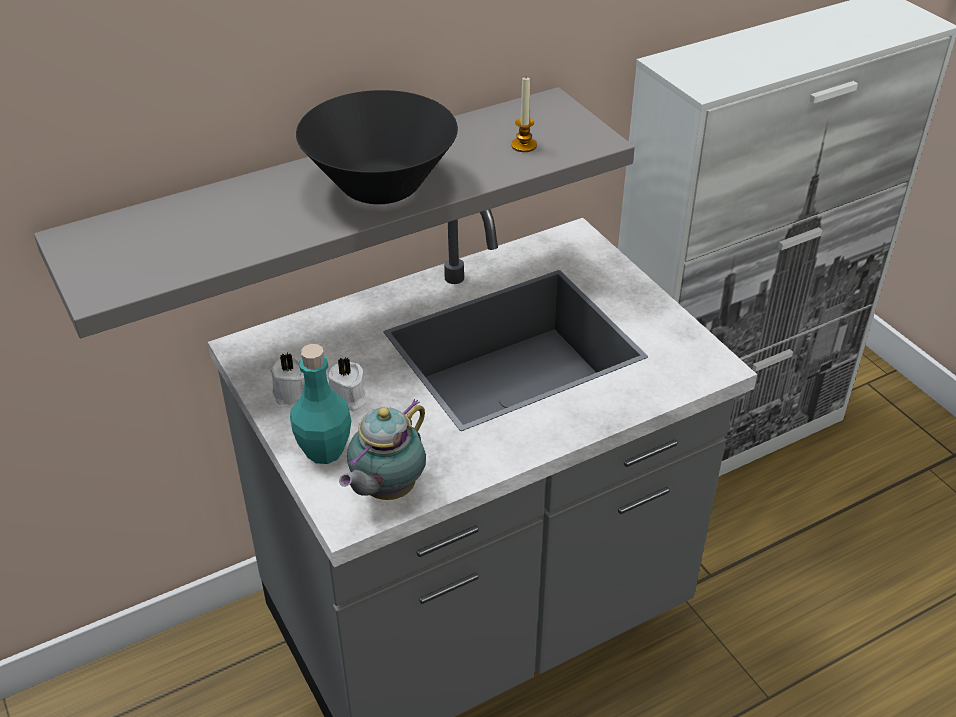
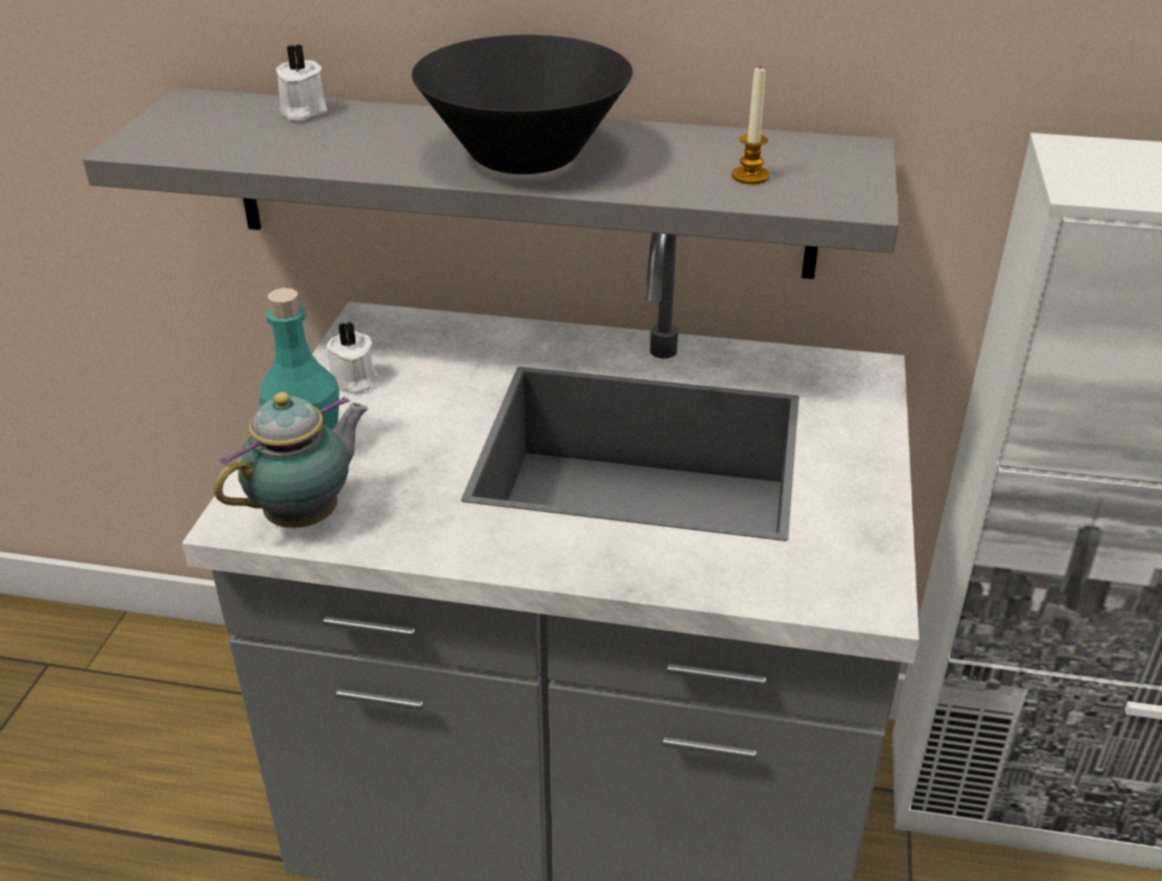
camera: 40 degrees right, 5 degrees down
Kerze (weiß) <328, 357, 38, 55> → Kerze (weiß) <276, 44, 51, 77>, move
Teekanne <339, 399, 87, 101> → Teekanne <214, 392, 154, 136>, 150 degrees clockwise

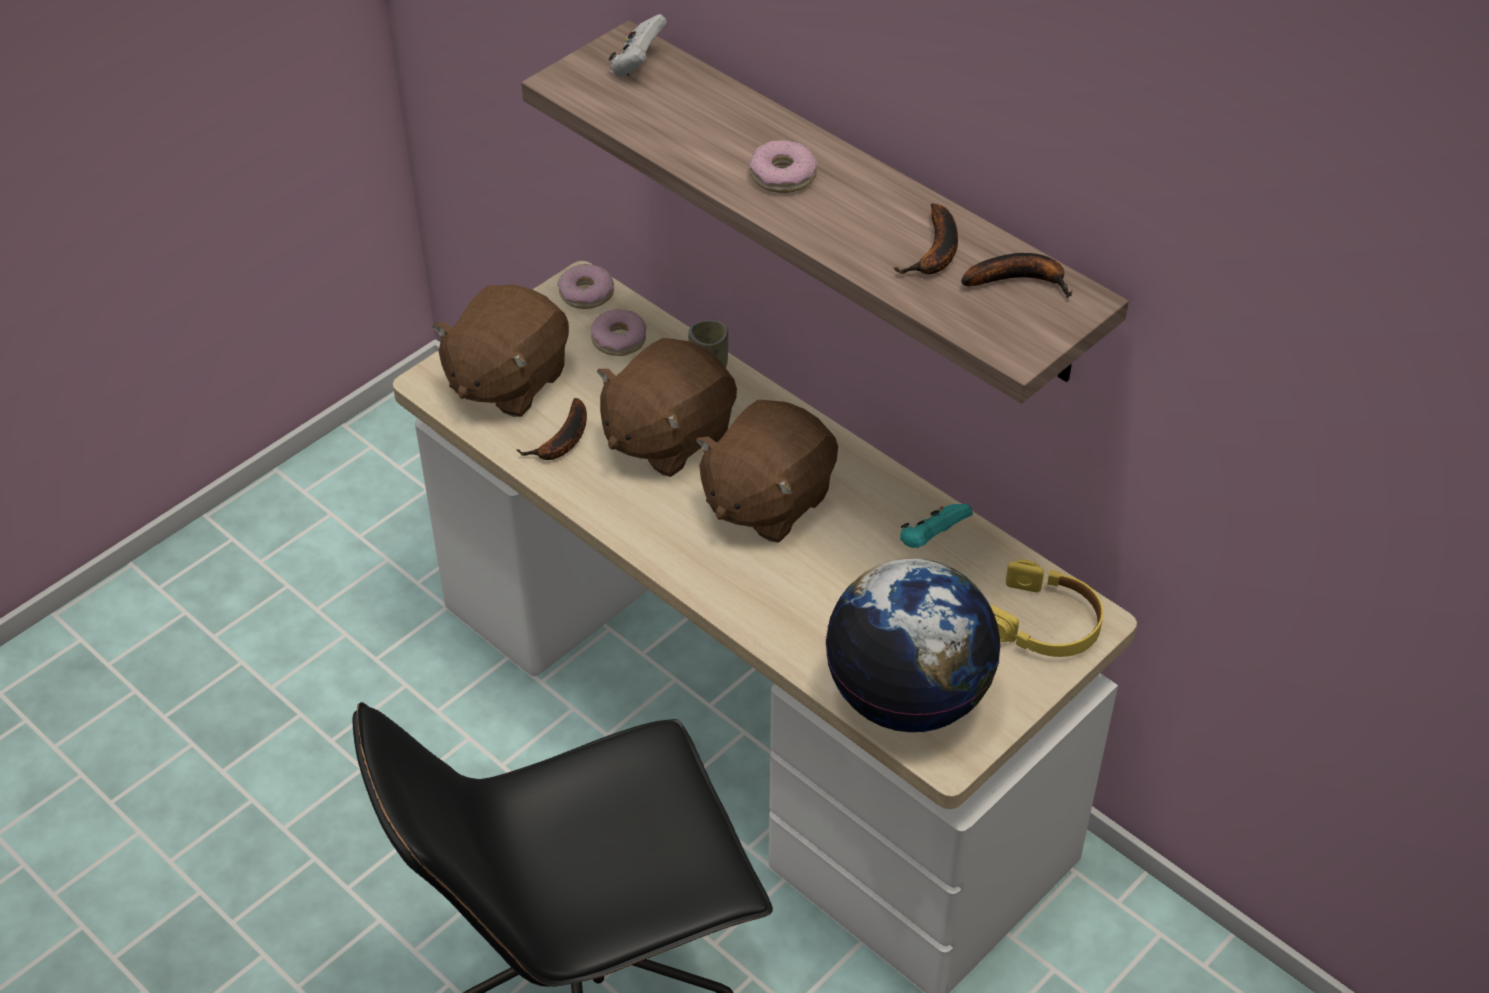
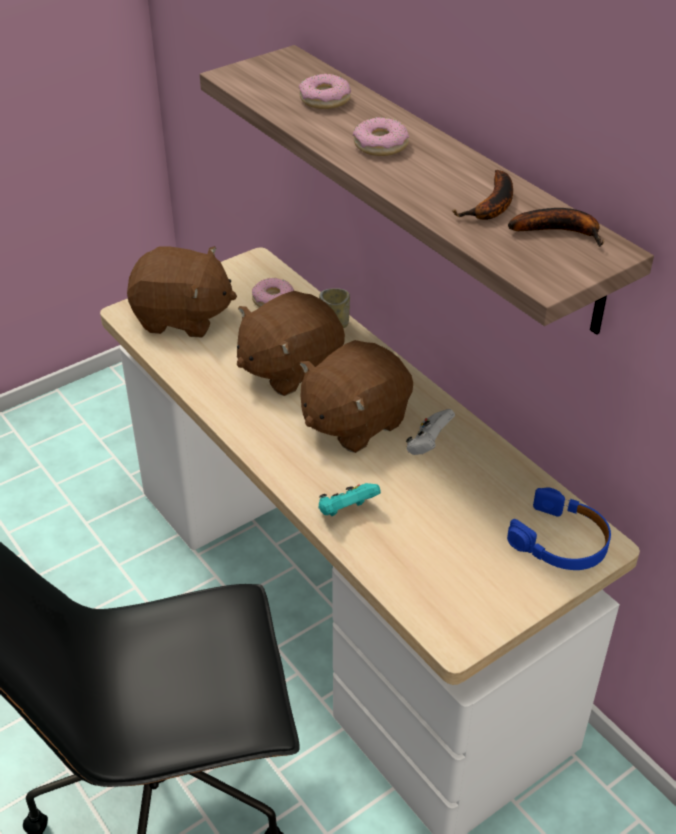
camera: 10 degrees right, 5 degrees down
Plüschtier (braun) <432, 284, 137, 133> → Plüschtier (braun) <127, 246, 110, 92>, 120 degrees counterclockwise
Banane <517, 398, 70, 62> → -
Donut <557, 264, 57, 45> → Donut <299, 74, 52, 35>, move
Gamepad (weiß) <609, 14, 58, 63> → Gamepad (weiß) <406, 409, 49, 46>, move
Globus <825, 558, 176, 174> → -
Gamepad (türkis) <900, 504, 73, 44> → Gamepad (türkis) <318, 483, 63, 33>, move
Kopfhörer (gelb) <990, 560, 114, 97> → Kopfhörer (blau) <507, 487, 104, 83>

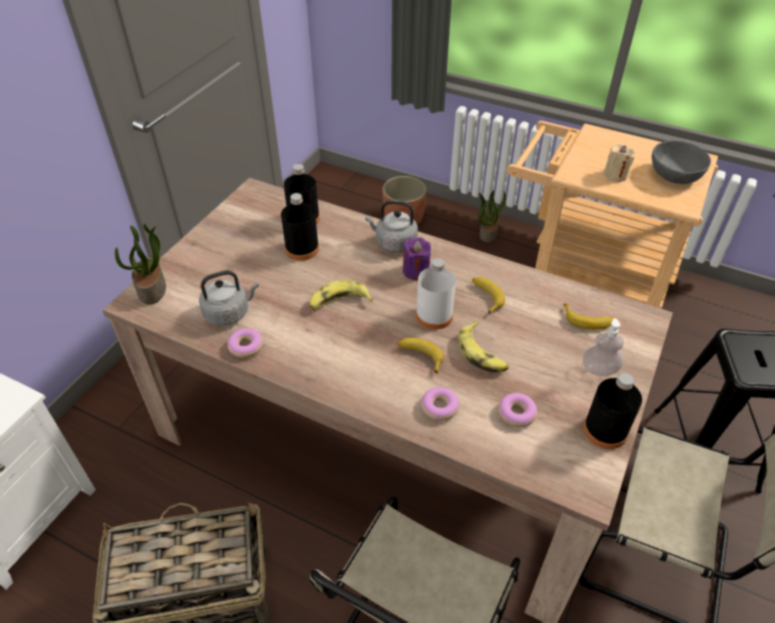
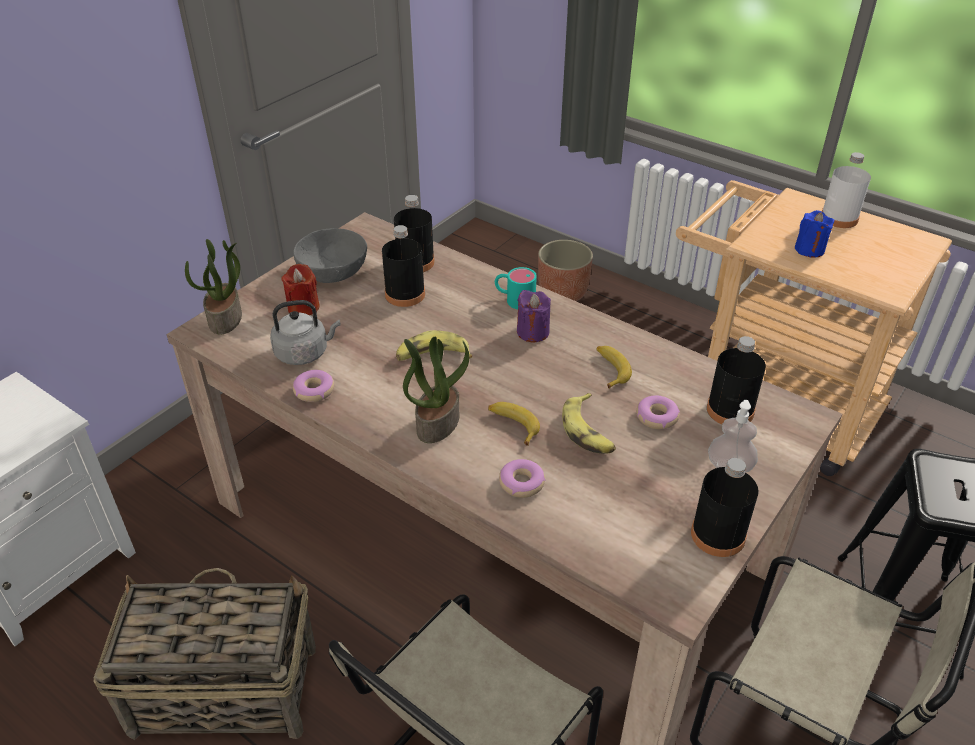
camera: 10 degrees right, 5 degrees down
Wasserkessel (grau) <365, 200, 53, 53> → Henkelbecher (türkis) <495, 267, 42, 42>
Flasche (weiß) <416, 258, 40, 72> → Flasche (weiß) <822, 152, 49, 76>, move
Topfpflanze <478, 190, 28, 53> → Topfpflanze <403, 337, 66, 106>, move
Donut <498, 393, 39, 34> → Donut <636, 395, 44, 34>, move
Banane <563, 304, 51, 25> → Flasche (schwarz) <707, 336, 59, 88>
Kerze (beige) <604, 144, 31, 38> → Kerze (blau) <795, 210, 39, 47>
Schüssel (grau) <652, 141, 59, 43> → Schüssel (grau) <293, 228, 74, 55>, move
- → Kerze (rot) <281, 264, 39, 51>

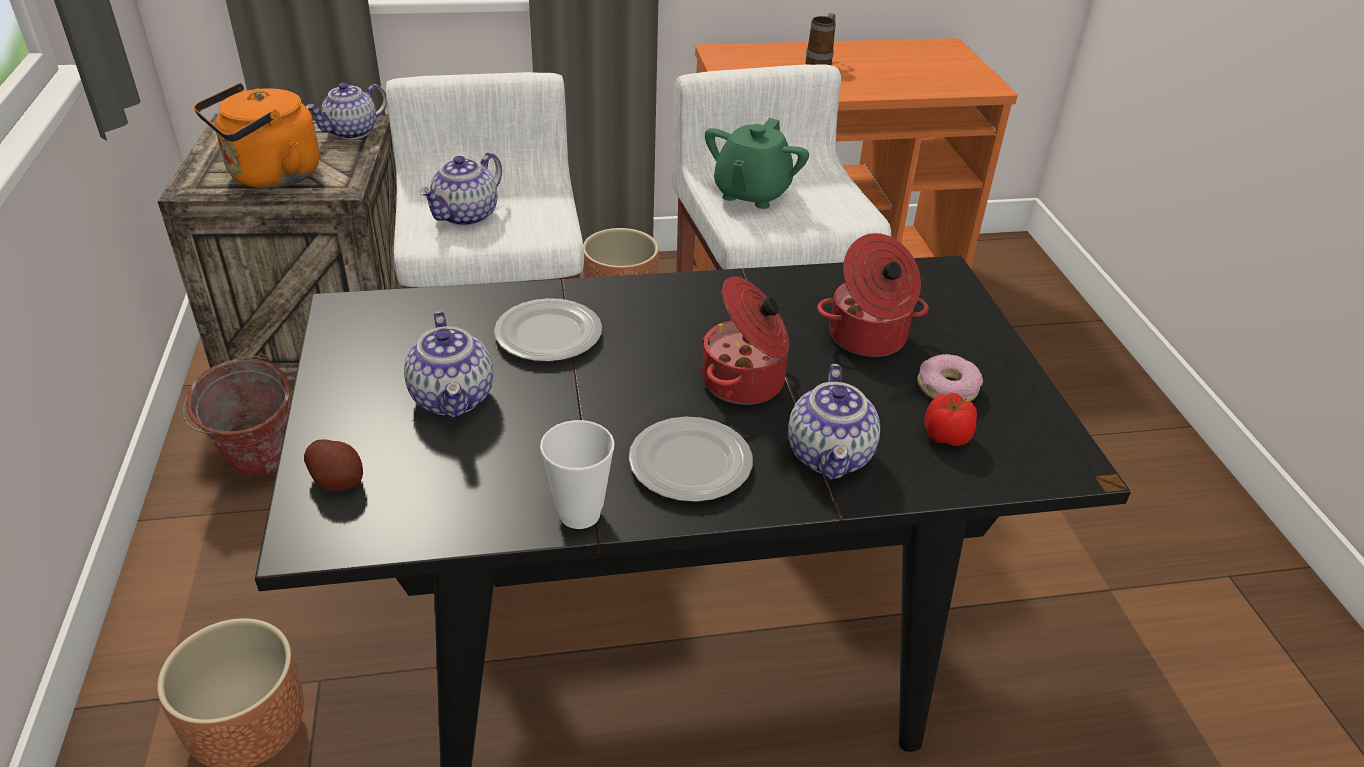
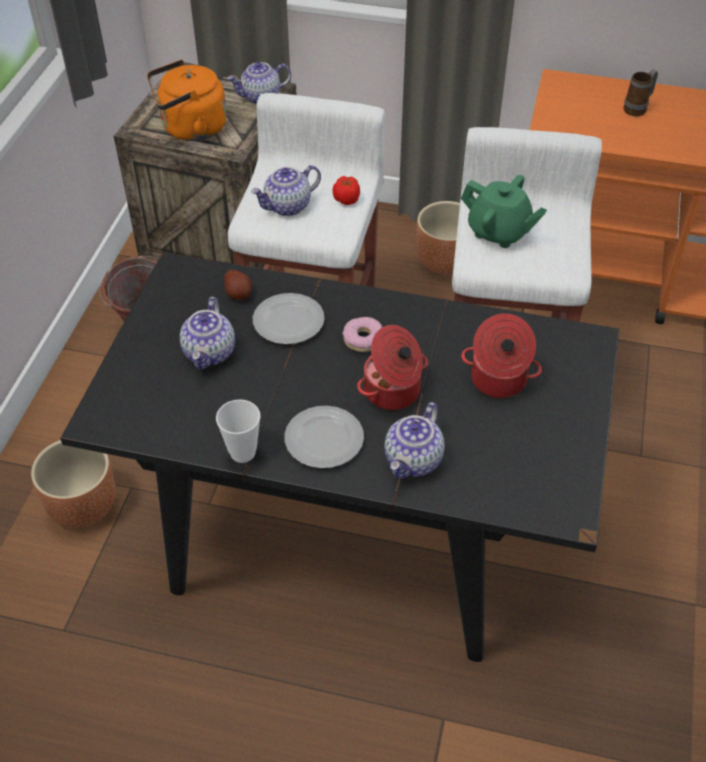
camera: 25 degrees right, 10 degrees up
Kartoffel <304, 439, 59, 53> → Kartoffel <224, 270, 28, 30>, move
Teekanne (grün) <705, 118, 104, 91> → Teekanne (grün) <461, 175, 86, 73>, 105 degrees counterclockwise
Donut <917, 354, 66, 48> → Donut <343, 317, 40, 35>, move
Tomate <924, 392, 53, 54> → Tomate <333, 176, 27, 29>, move

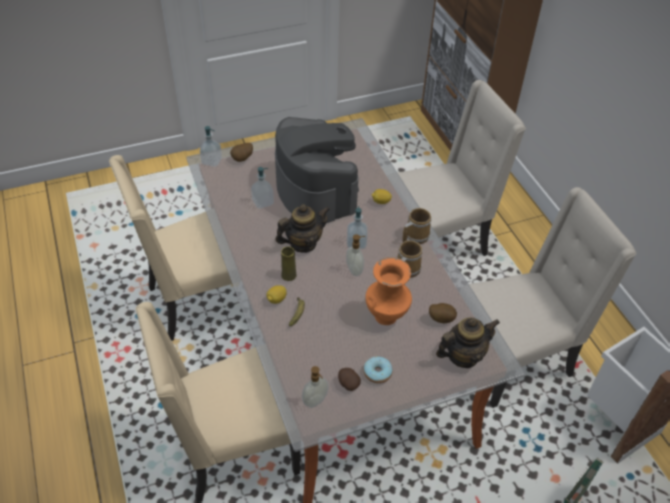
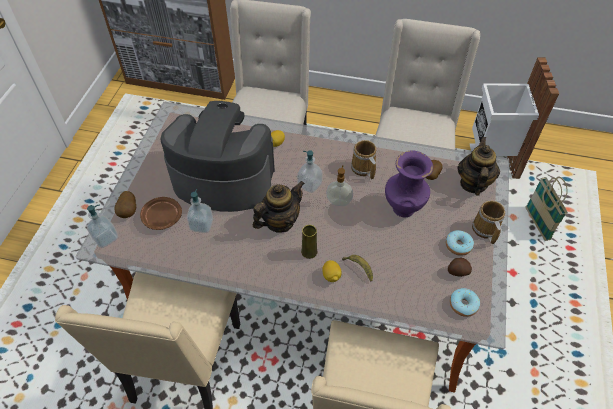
camera: 55 degrees left, 5 degrees up
Teekanne <275, 204, 55, 49> → Teekanne <253, 181, 52, 52>, 45 degrees clockwise
Seifenspender <302, 366, 27, 42> → Donut <450, 288, 30, 29>
Vase (orange) <366, 257, 46, 68> → Vase (lila) <385, 150, 48, 67>
Henkelbecher <402, 208, 29, 36> → Henkelbecher <472, 200, 33, 44>, move
- → Teller (braun) <140, 197, 42, 33>

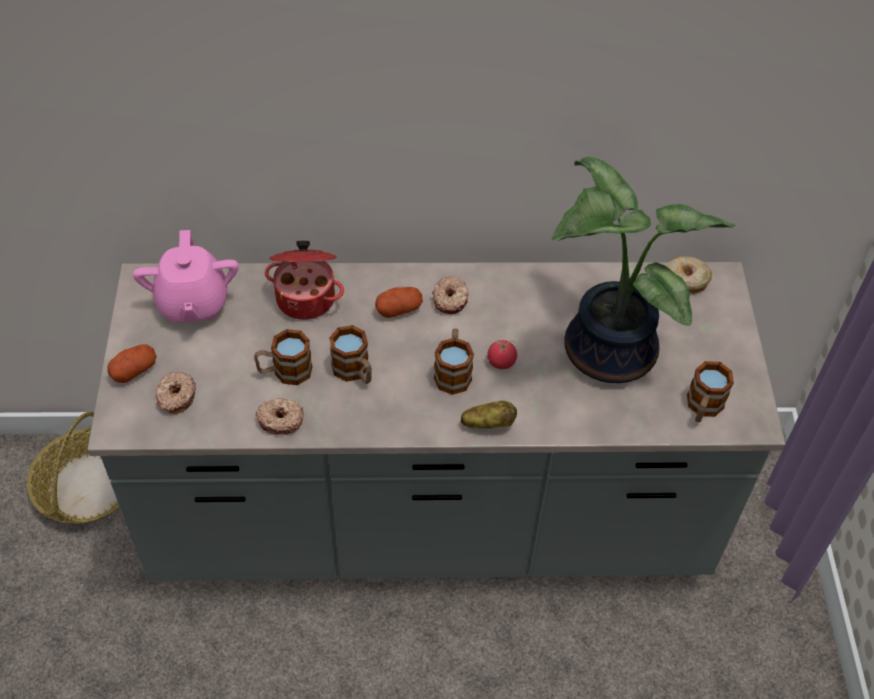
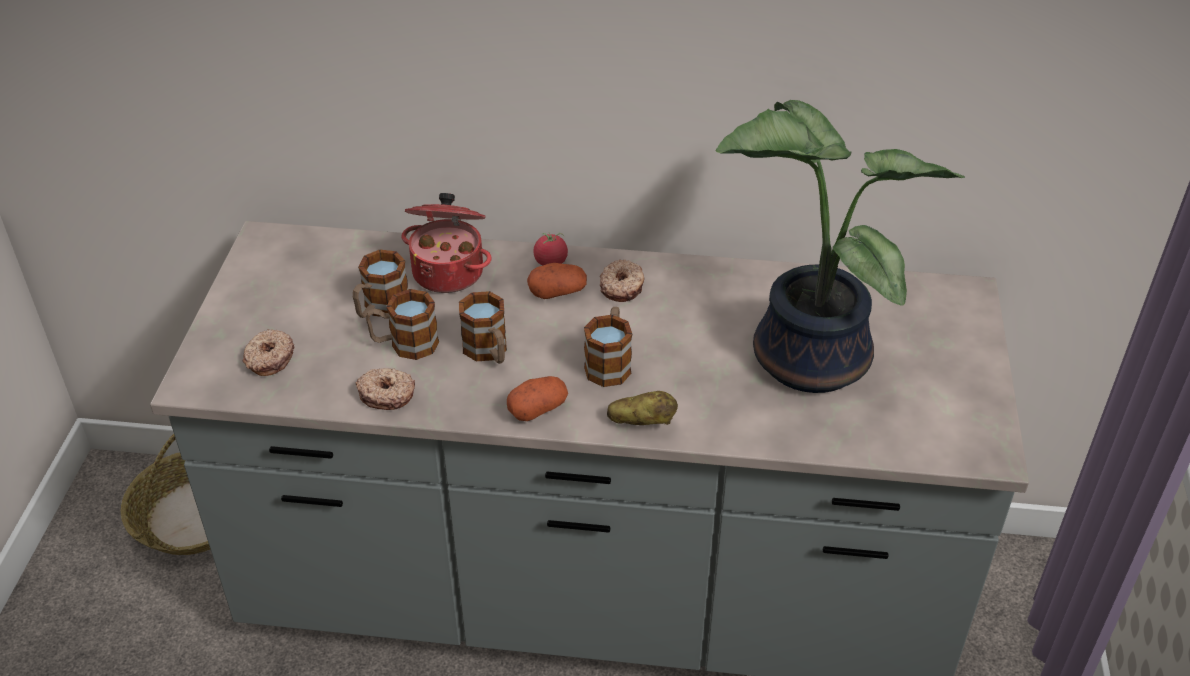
camera: 10 degrees right, 10 degrees down
Kartoffel <108, 344, 49, 39> → Kartoffel <507, 376, 61, 45>, move
Teekanne (rosa) <133, 230, 106, 93> → -
Tomate <487, 340, 30, 29> → Tomate <533, 233, 35, 33>, move
Donut <668, 256, 44, 38> → -
Henkelbecher <687, 361, 47, 61> → Henkelbecher <353, 250, 55, 68>, move

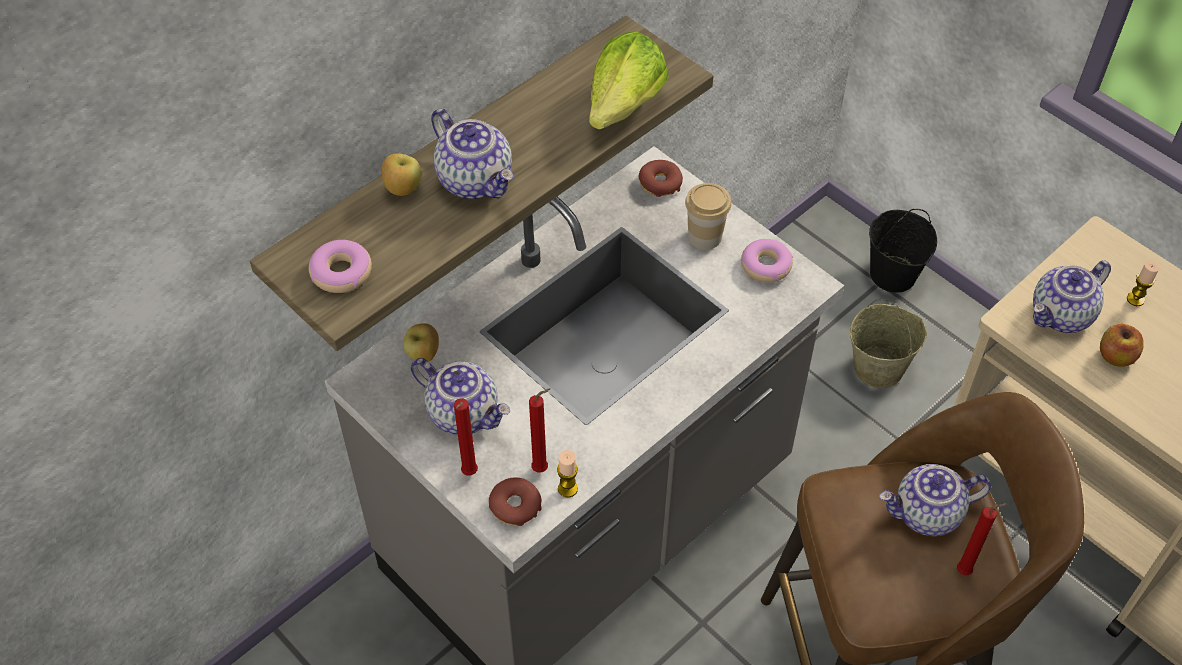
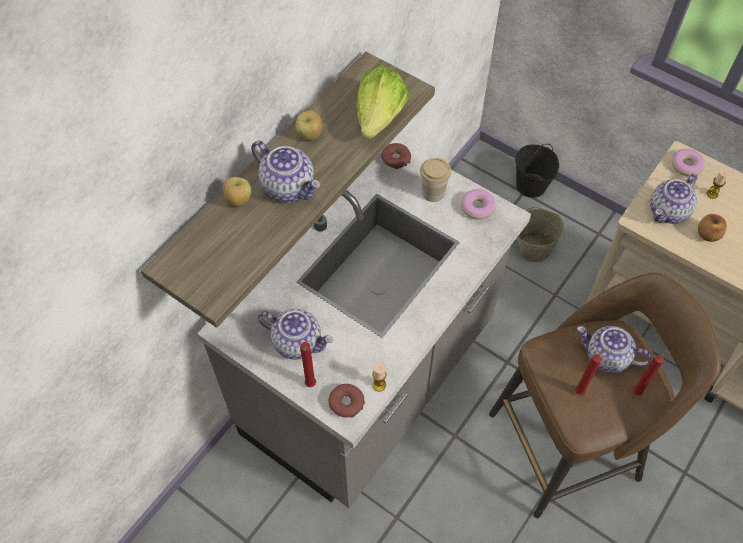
camera: 10 degrees left, 5 degrees up
Donut <309, 240, 63, 53> → Donut <671, 149, 34, 27>, move
Apfel <403, 323, 36, 38> → Apfel <296, 110, 26, 30>, move
Kerze (rot) <529, 388, 21, 84> → Kerze (rot) <575, 350, 32, 45>, move
Teekanne <879, 464, 112, 72> → Teekanne <577, 326, 75, 47>, 45 degrees clockwise

